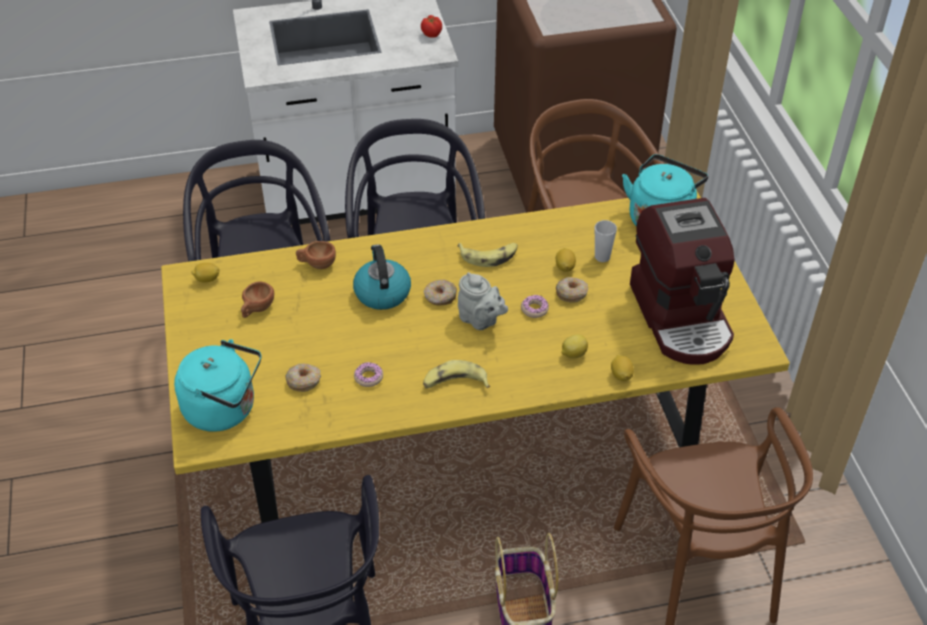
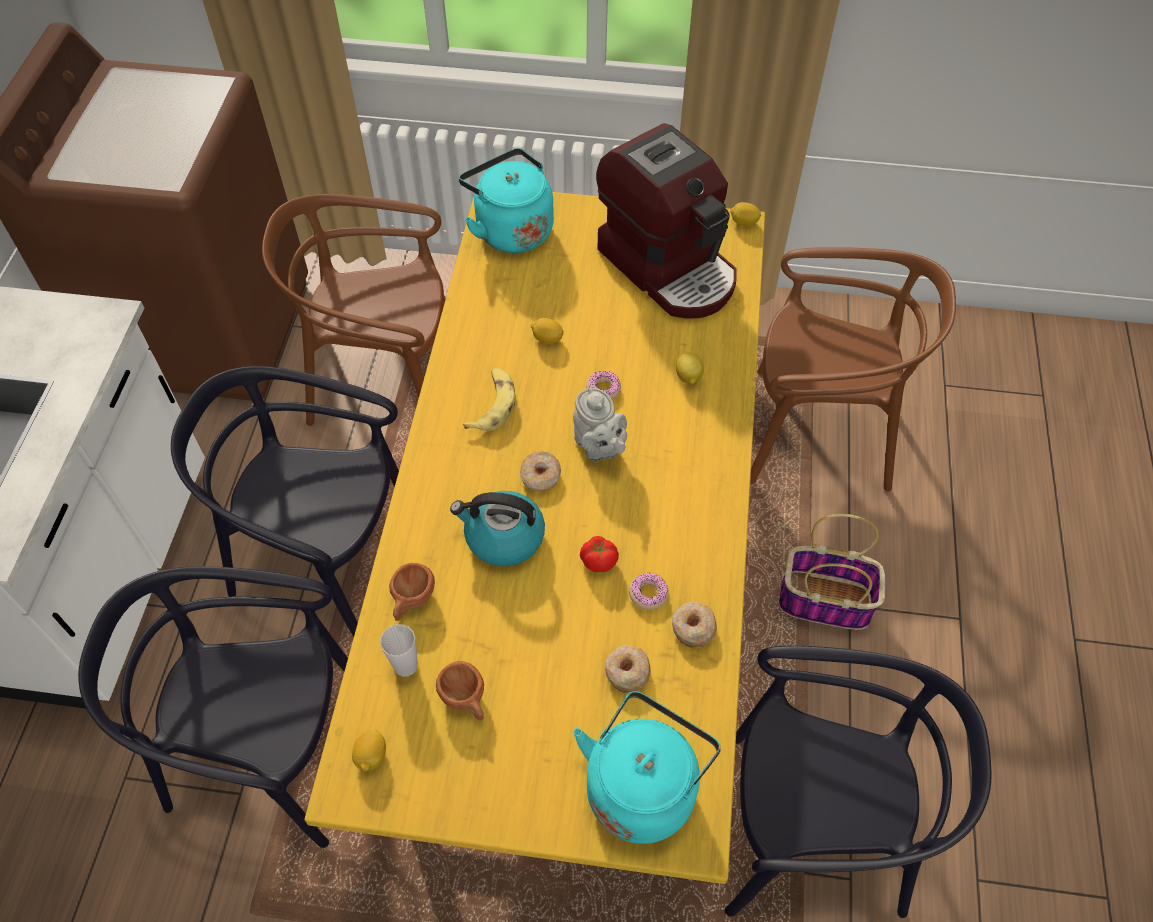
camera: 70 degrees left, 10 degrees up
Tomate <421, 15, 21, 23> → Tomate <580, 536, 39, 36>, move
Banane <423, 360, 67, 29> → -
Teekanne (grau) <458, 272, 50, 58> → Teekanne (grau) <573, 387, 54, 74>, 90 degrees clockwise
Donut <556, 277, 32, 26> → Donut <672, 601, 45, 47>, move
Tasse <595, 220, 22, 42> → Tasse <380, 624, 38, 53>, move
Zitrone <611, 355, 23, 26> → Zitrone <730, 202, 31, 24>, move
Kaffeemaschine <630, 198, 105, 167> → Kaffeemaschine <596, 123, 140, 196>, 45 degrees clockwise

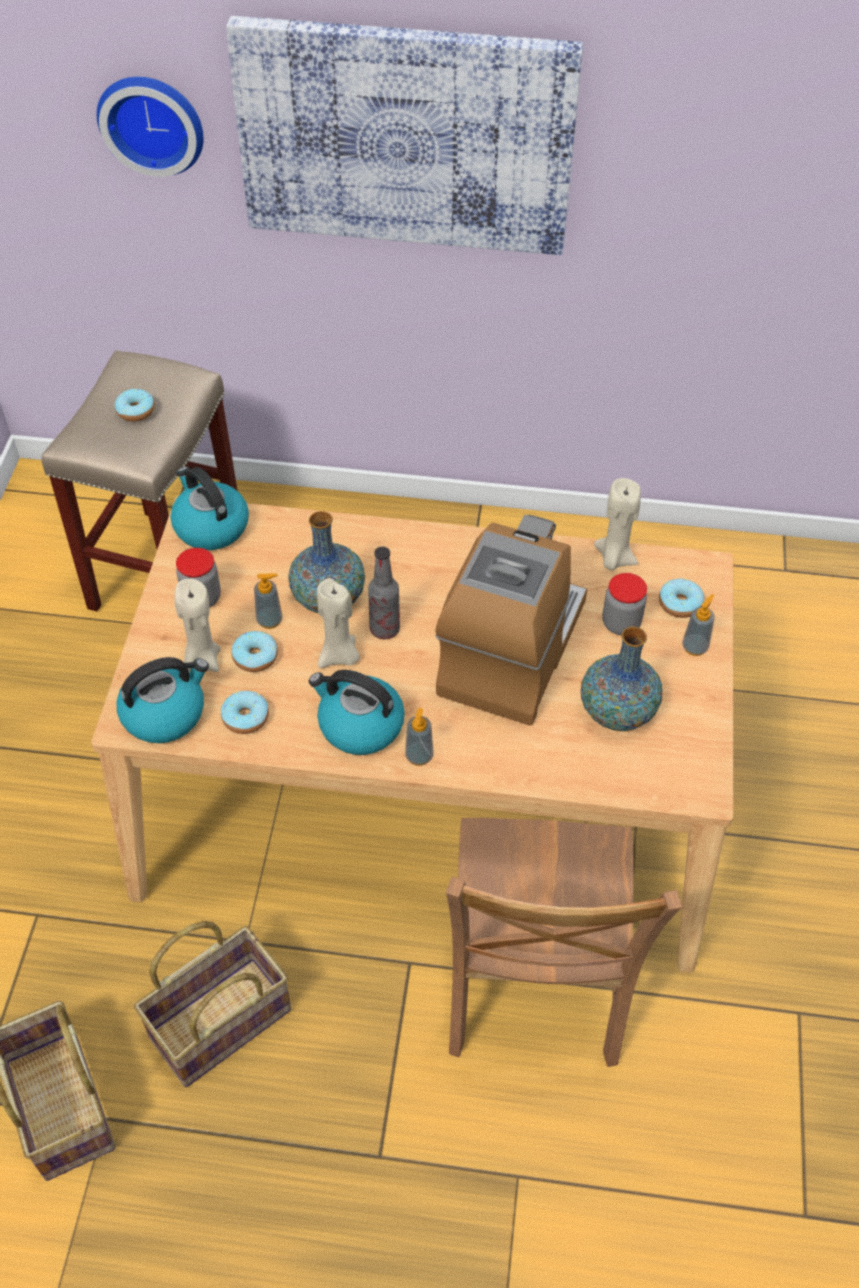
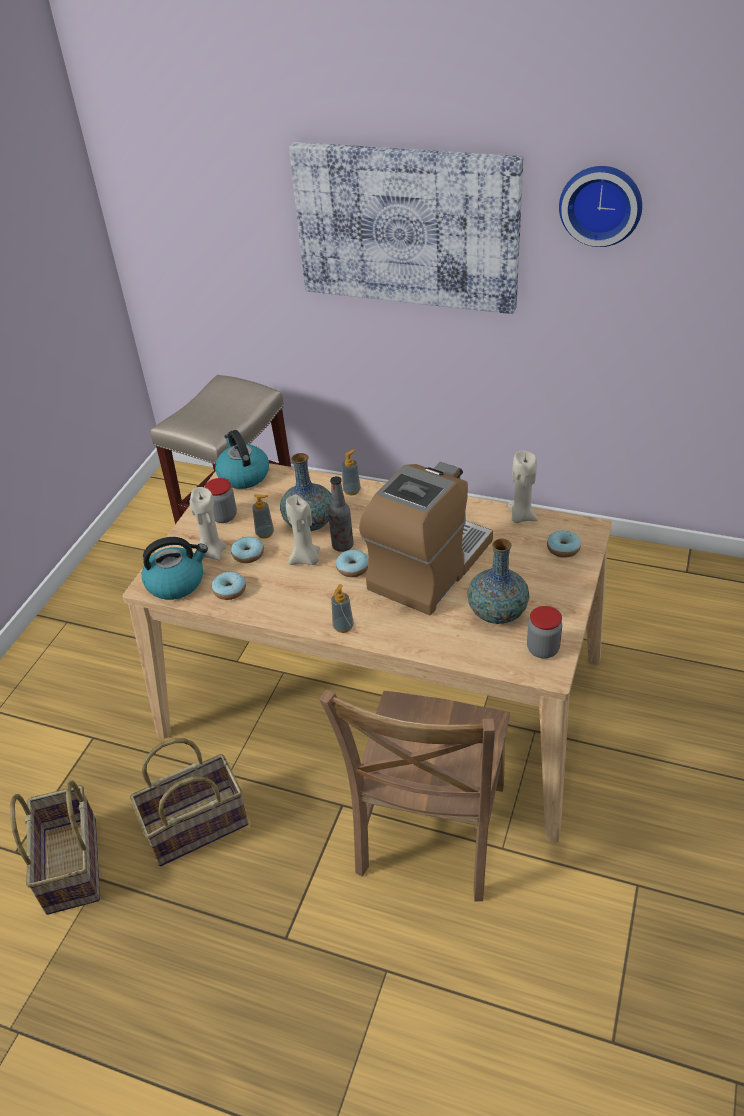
camera: 15 degrees right, 10 degrees down
Wanduhr <97, 77, 106, 100> → Wanduhr <559, 166, 83, 81>, move
Donut <115, 389, 40, 33> → Donut <336, 549, 32, 28>, move
Wasserkessel <309, 670, 96, 85> → -
Vorratsglas <602, 573, 45, 62> → Vorratsglas <527, 606, 35, 53>, move
Seifenspender <682, 594, 33, 62> → Seifenspender <342, 449, 19, 47>, move

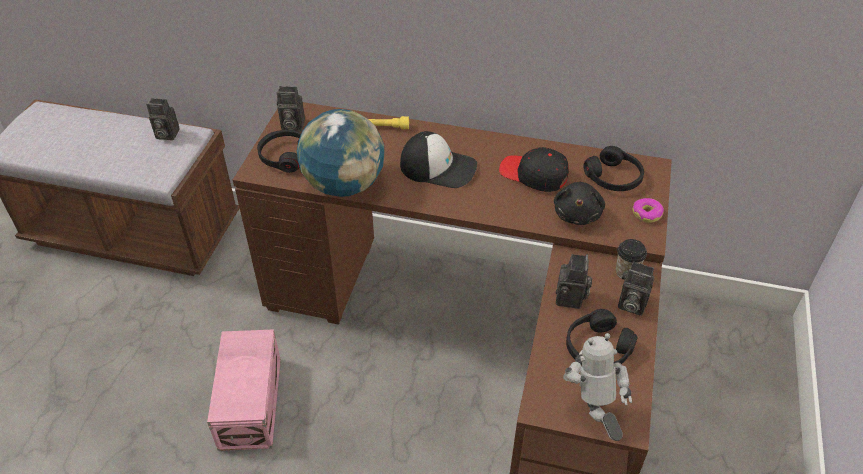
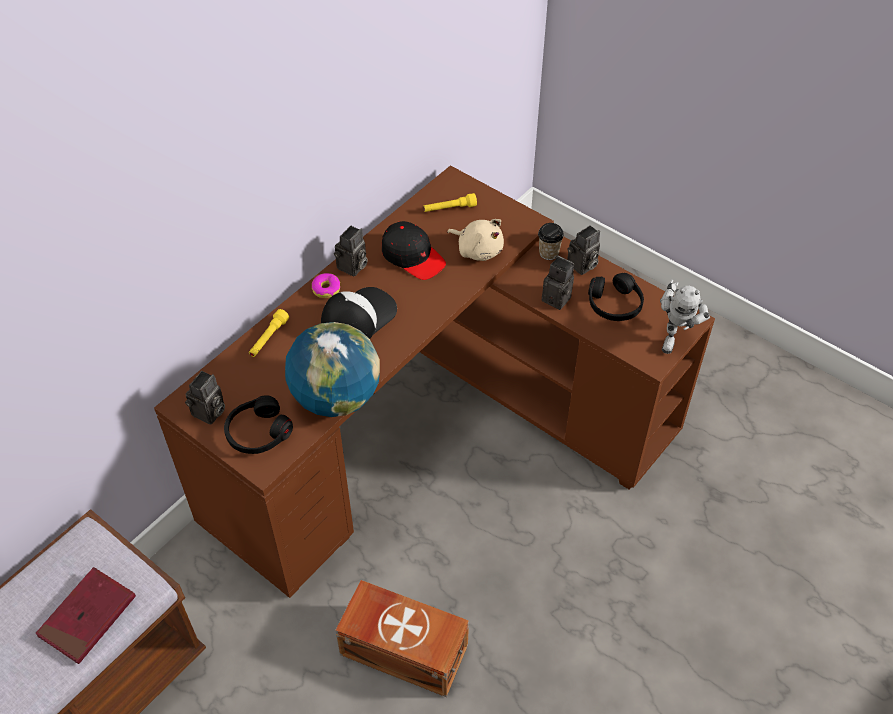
camera: 65 degrees left, 5 degrees up
Kamera <146, 98, 34, 42> → Kamera <334, 225, 34, 51>, move
Aufbewahrungsbox (rosa) <207, 329, 74, 122> → Aufbewahrungsbox (braun) <335, 580, 134, 117>
Kappe (schwarz) <499, 147, 70, 45> → Kappe (schwarz) <382, 221, 64, 59>, 105 degrees counterclockwise
Plüschtier (schwarz) <554, 182, 51, 43> → Plüschtier (beige) <447, 219, 57, 42>
Spielzeugroboter <563, 333, 69, 108> → Spielzeugroboter <660, 279, 50, 75>, 90 degrees counterclockwise
Kopfhörer (schwarz) <584, 146, 60, 45> → Taschenlampe (gelb) <423, 193, 54, 19>
Donut <633, 198, 31, 25> → Donut <312, 273, 28, 25>, move
- → Buch (rot) <35, 567, 101, 97>

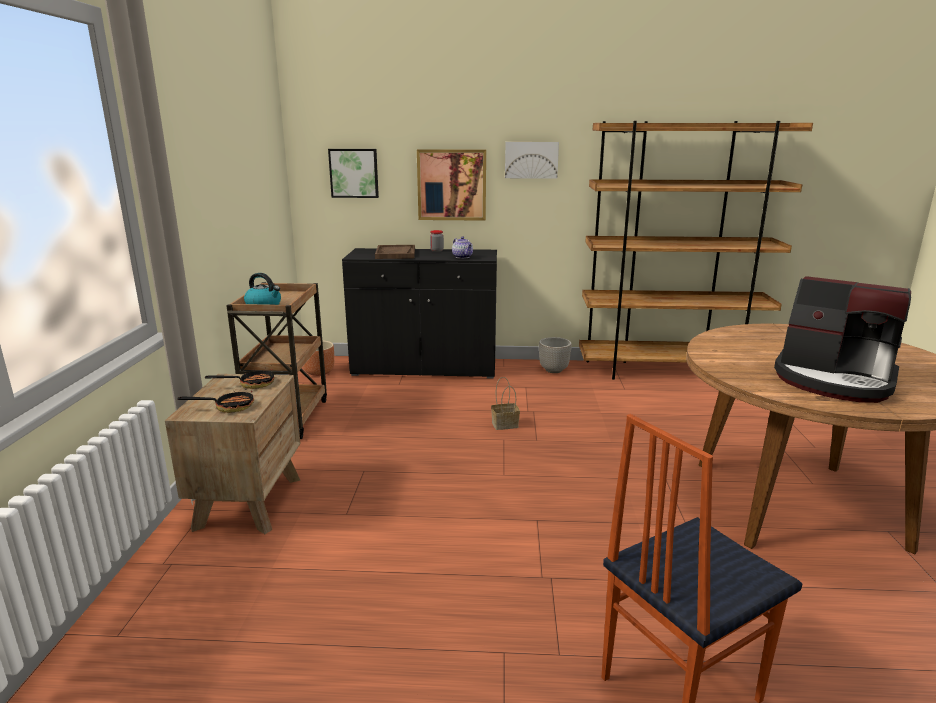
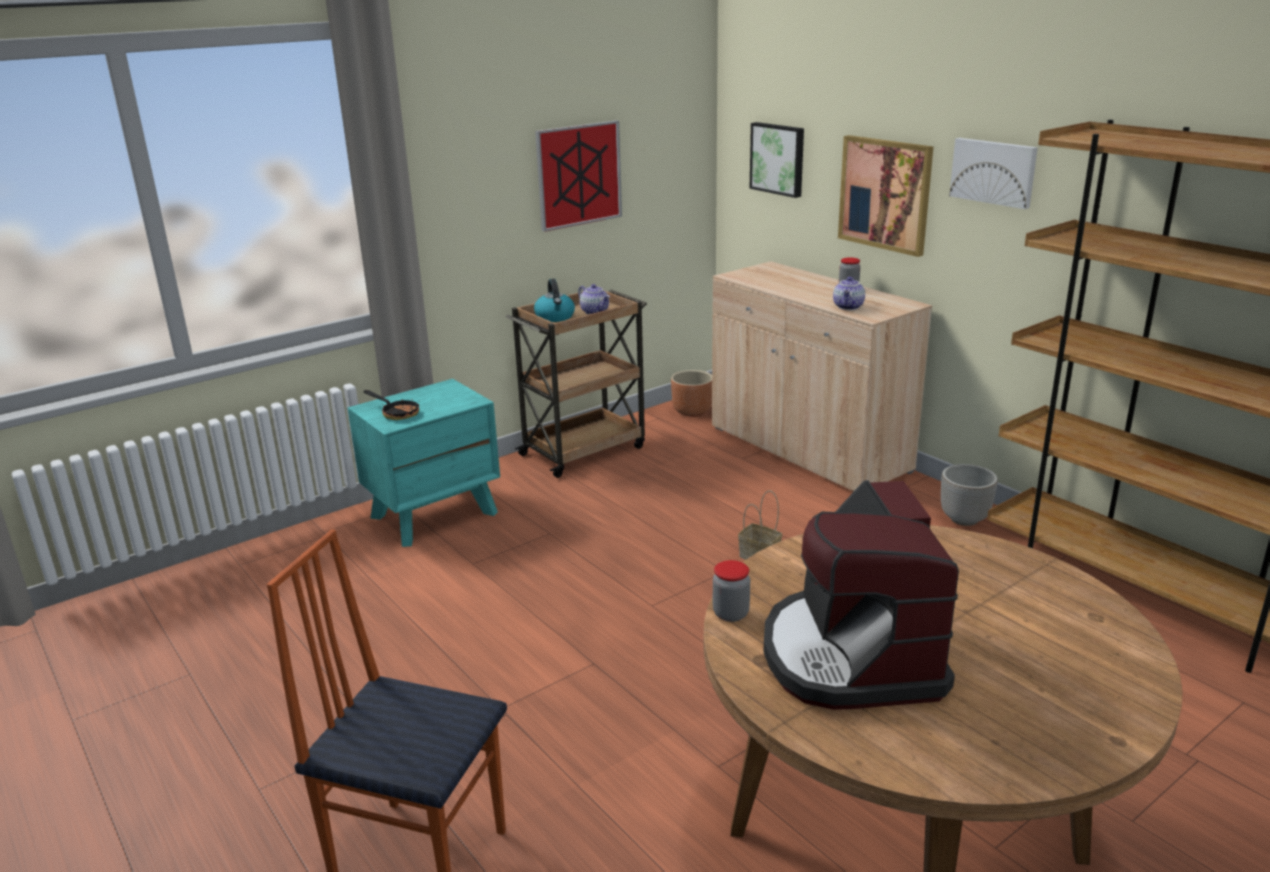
camera: 50 degrees right, 5 degrees up
Nachttisch (braun) <165, 374, 136, 160> → Nachttisch (türkis) <347, 379, 153, 168>
Pfanne <205, 369, 70, 20> → -
Schrank (schwarz) <342, 248, 155, 131> → Schrank (beige) <712, 261, 220, 231>
Tablett (braun) <375, 245, 40, 14> → -
- → Bild <535, 120, 87, 112>
- → Teekanne <578, 284, 32, 31>
- → Vorratsglas <713, 560, 37, 62>

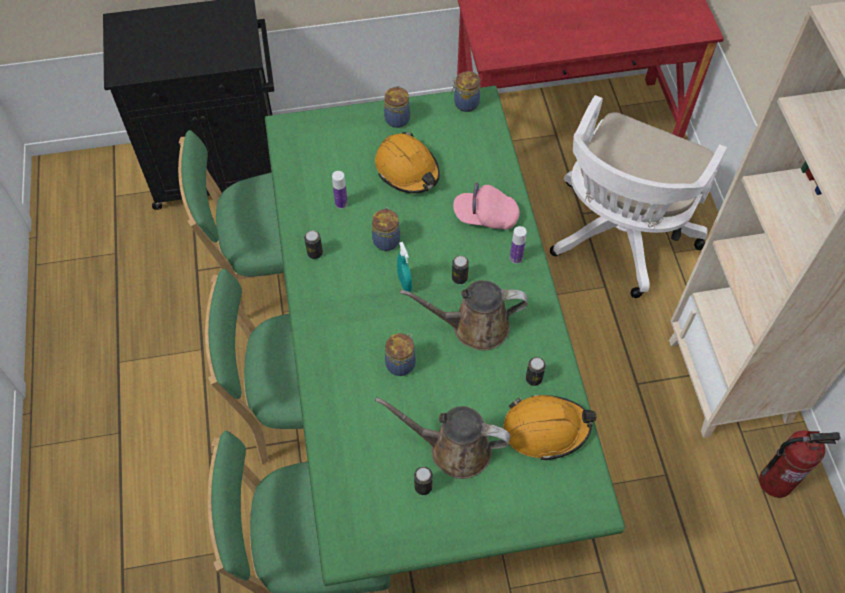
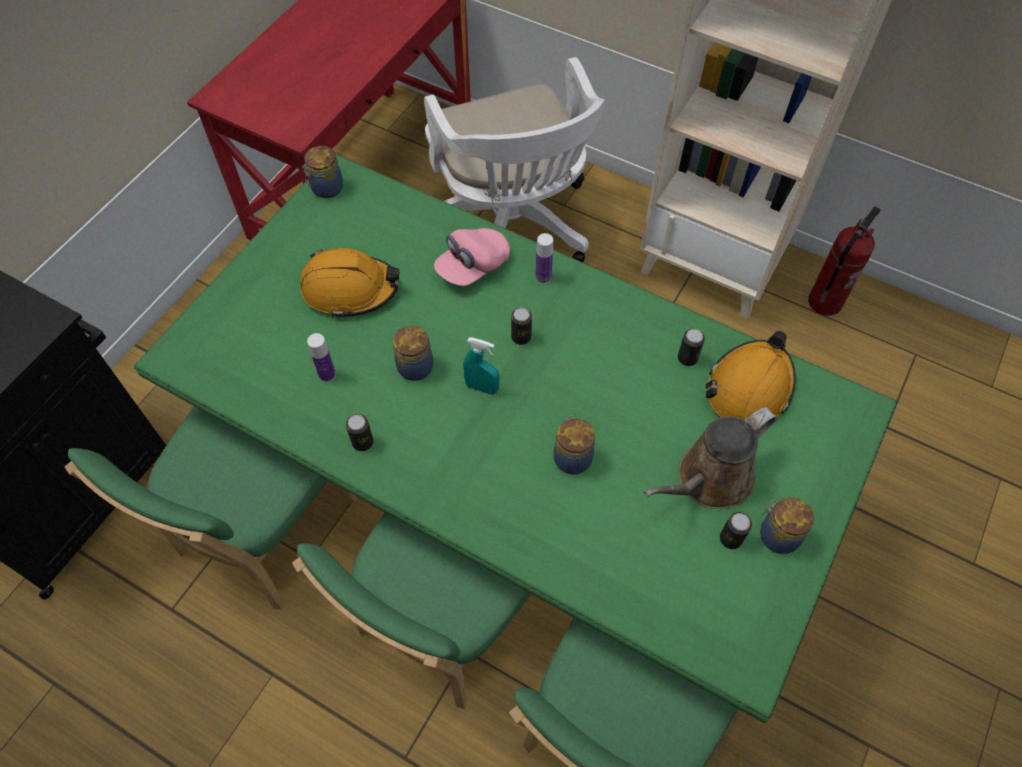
camera: 50 degrees left, 0 degrees up
Vorratsglas <384, 86, 26, 42> → Vorratsglas <760, 497, 54, 57>, move
Gießkanne (braun) <400, 280, 128, 71> → -

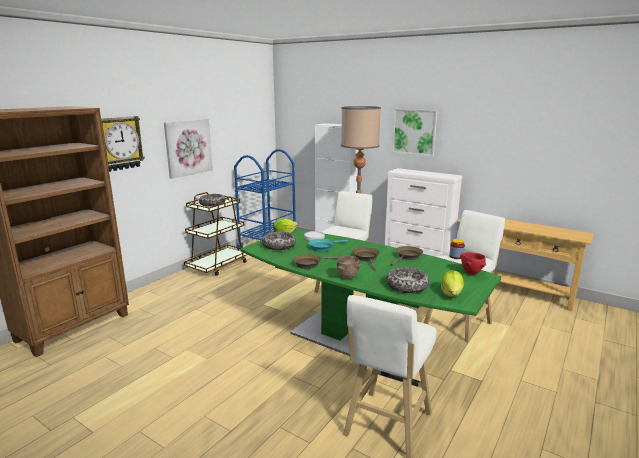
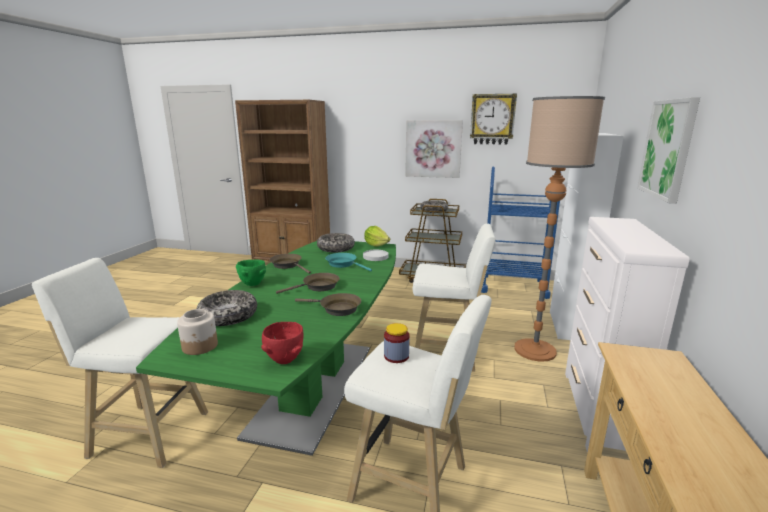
camera: 70 degrees right, 0 degrees up
Wanduhr <101, 116, 44, 56> → Wanduhr <470, 93, 47, 52>, move
Schüssel (braun) <337, 256, 24, 23> → Schüssel (grün) <236, 260, 30, 26>
Salatkopf <441, 270, 23, 27> → Vorratsglas <177, 309, 41, 46>

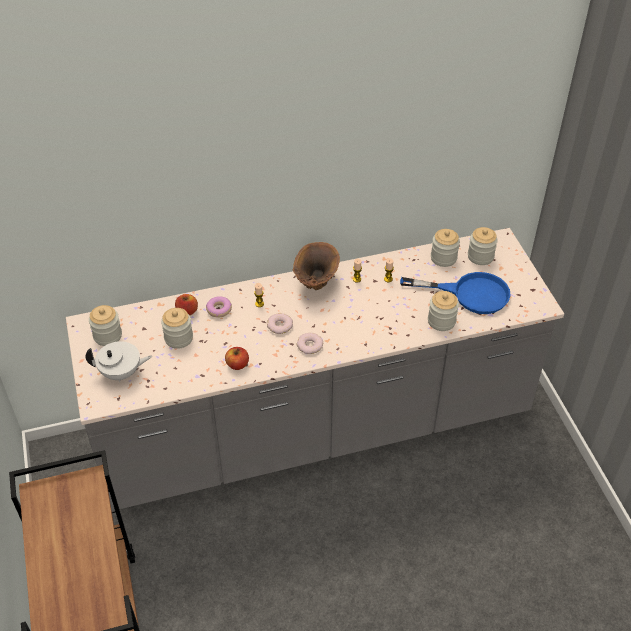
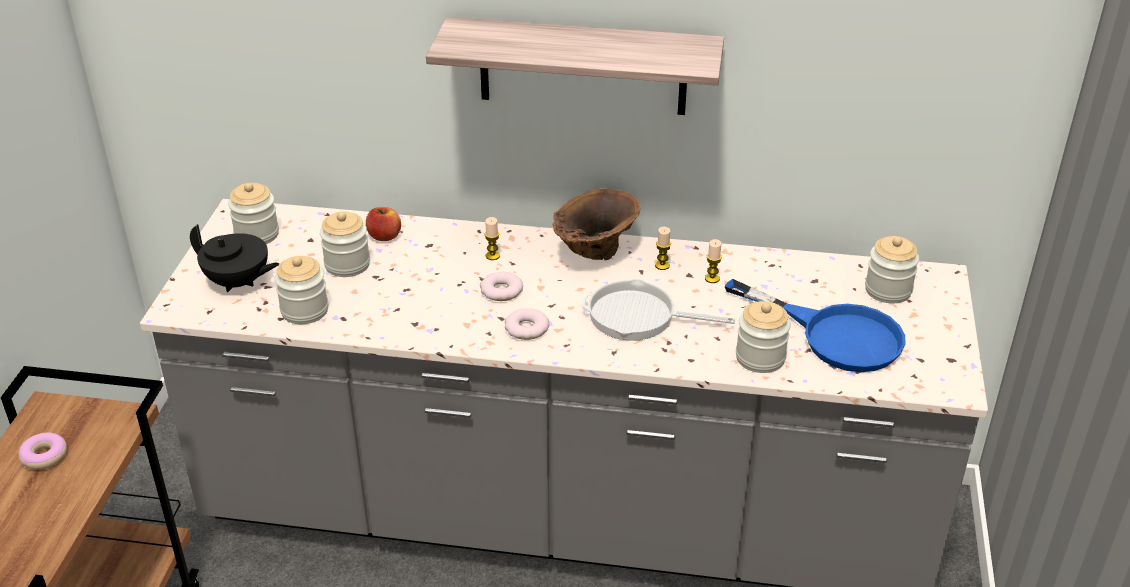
camera: 25 degrees right, 10 degrees down
Teekanne (weiß) <85, 341, 67, 41> → Teekanne (schwarz) <190, 224, 89, 68>
Donut <206, 296, 26, 22> → Donut <18, 433, 49, 37>, move
Apfel <225, 347, 24, 23> → -
Vorratsglas <431, 229, 29, 38> → Vorratsglas <275, 256, 53, 68>, move
- → Wandregal <426, 17, 298, 98>
- → Pfanne <582, 279, 153, 62>

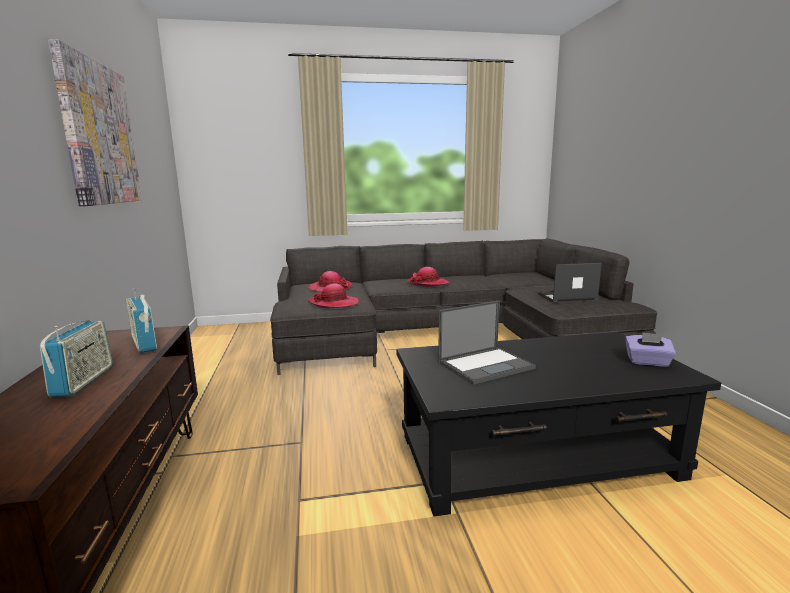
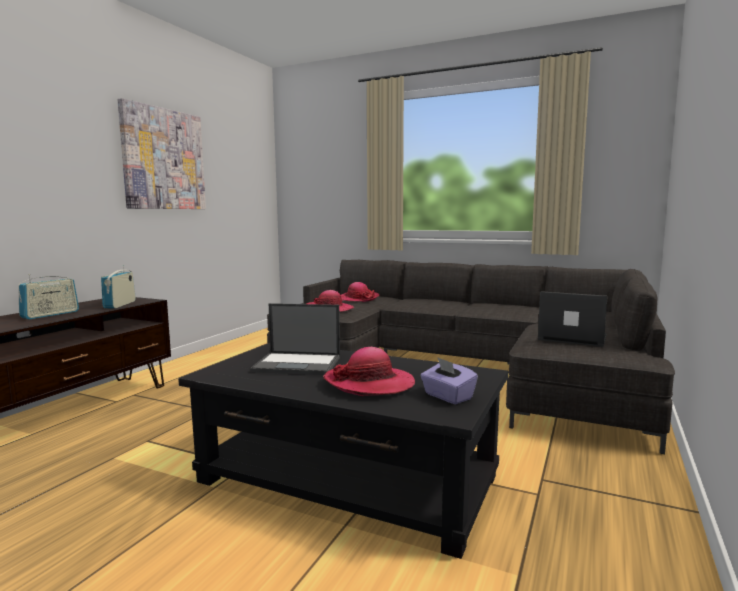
camera: 35 degrees right, 5 degrees down
Hut <407, 267, 42, 20> → Hut <323, 347, 92, 49>, move

